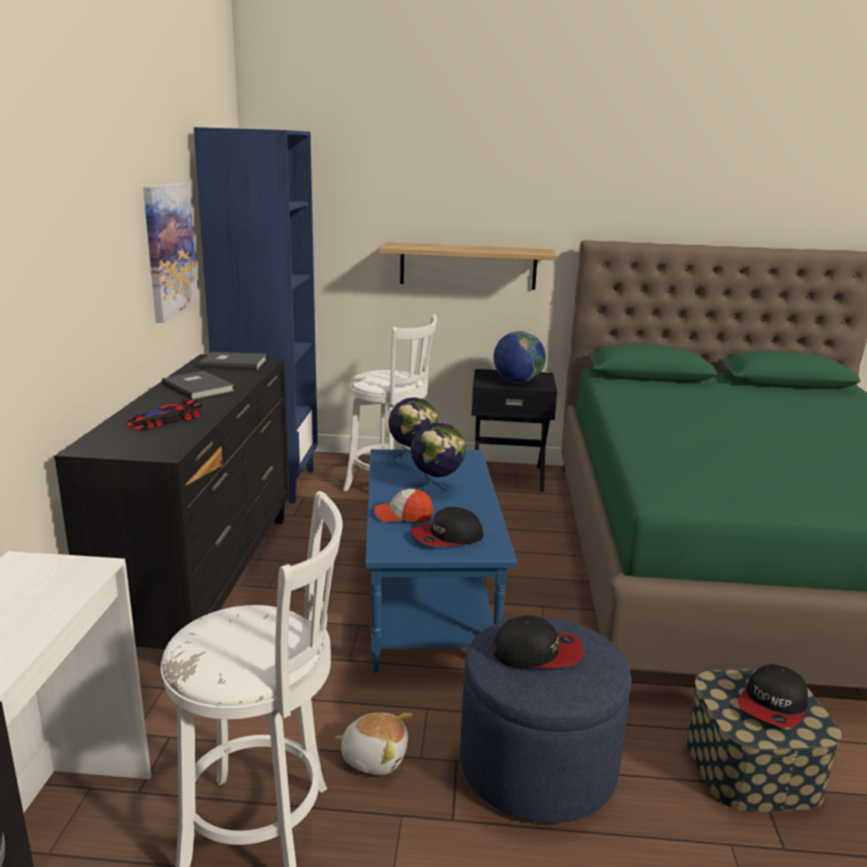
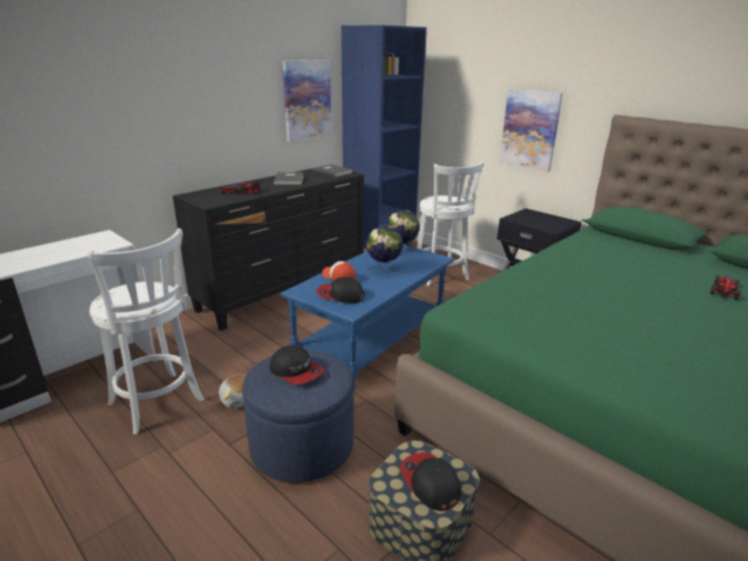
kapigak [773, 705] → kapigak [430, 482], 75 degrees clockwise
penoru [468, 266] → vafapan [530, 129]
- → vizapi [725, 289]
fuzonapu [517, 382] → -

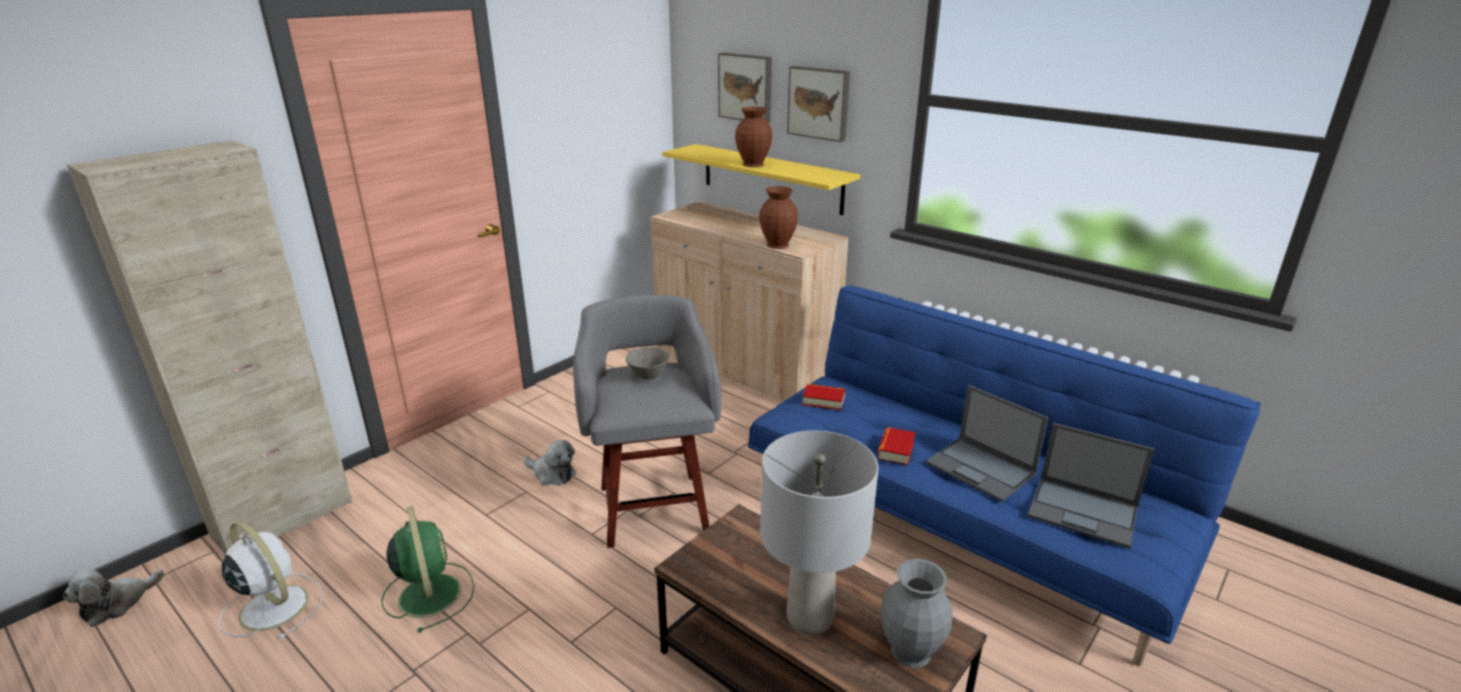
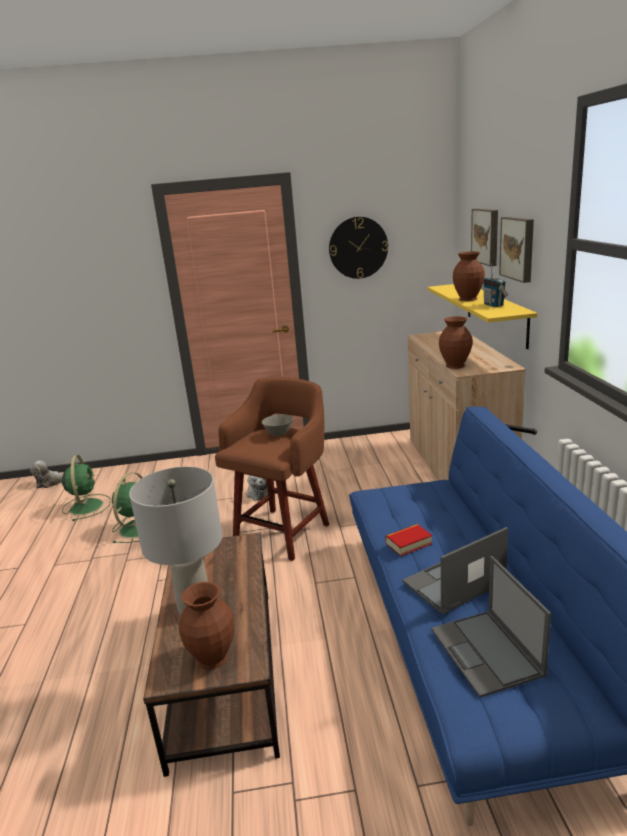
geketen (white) [273, 606] → geketen (green) [86, 506]
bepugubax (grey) [910, 653] → bepugubax (brown) [211, 658]
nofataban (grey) [653, 506] → nofataban (brown) [283, 531]
- → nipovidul [358, 248]
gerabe [981, 469] → gerabe [453, 583], 60 degrees clockwise
- → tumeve [494, 305]
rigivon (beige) [284, 519] → -
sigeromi [823, 401] → -

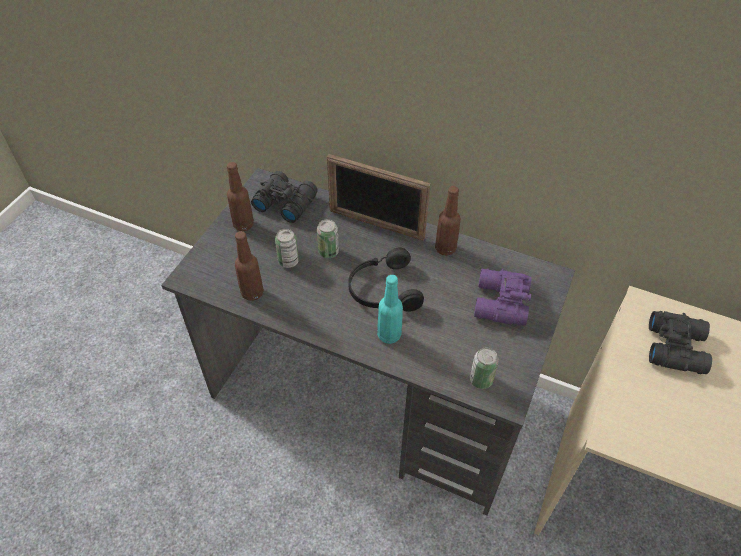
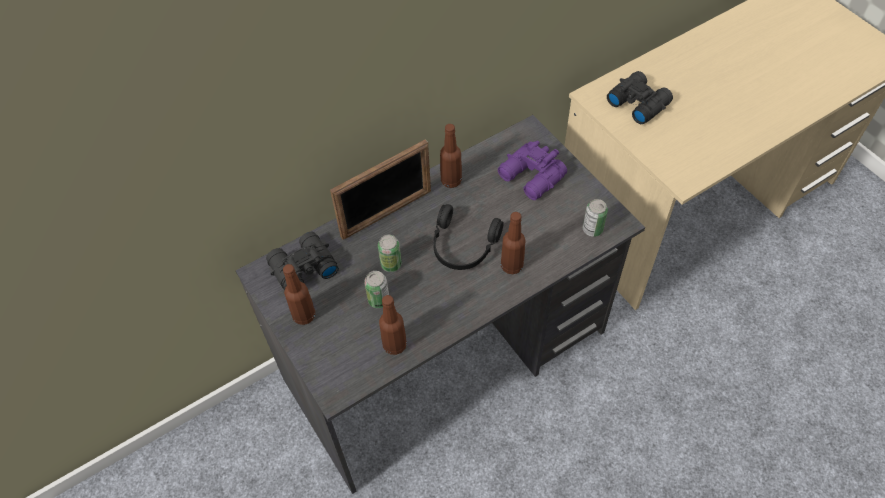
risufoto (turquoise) [389, 335] → risufoto (brown) [511, 266]

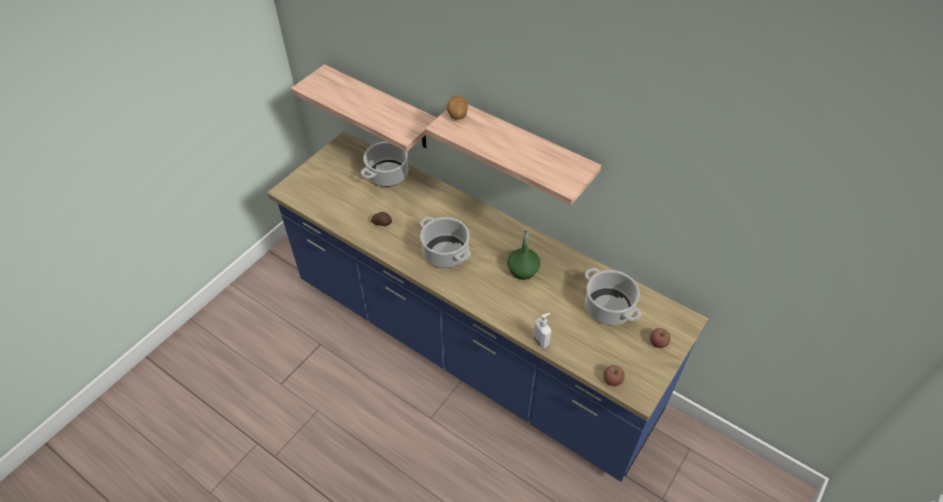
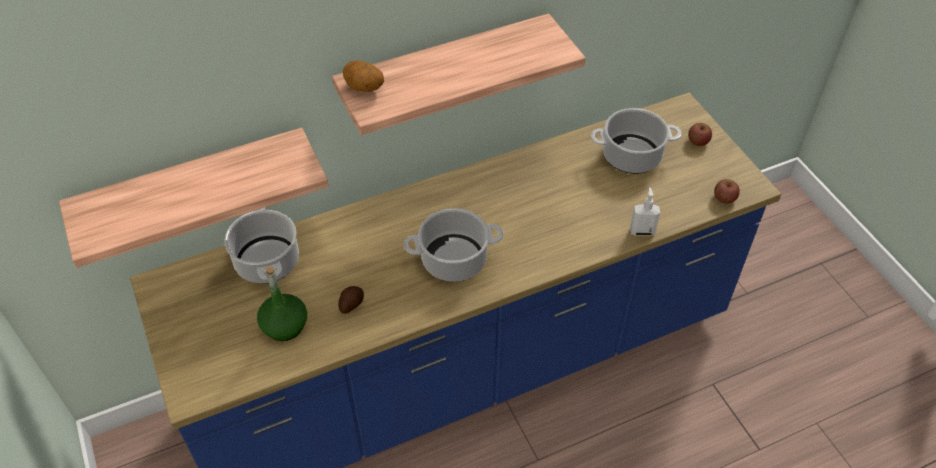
risufoto (green) [523, 270] → risufoto (green) [285, 326], relocated

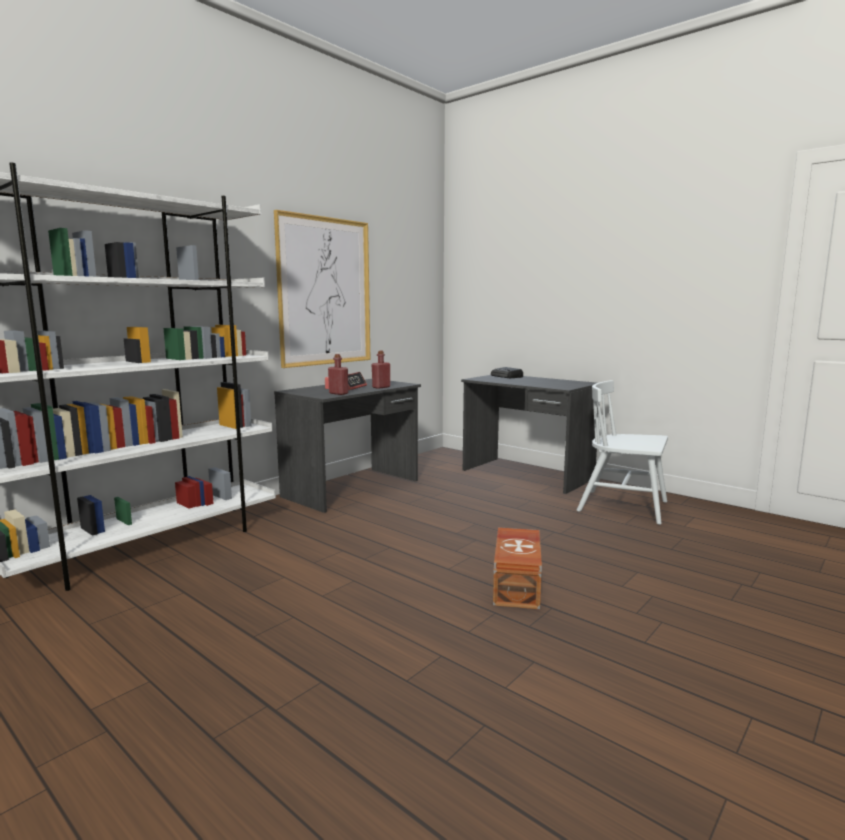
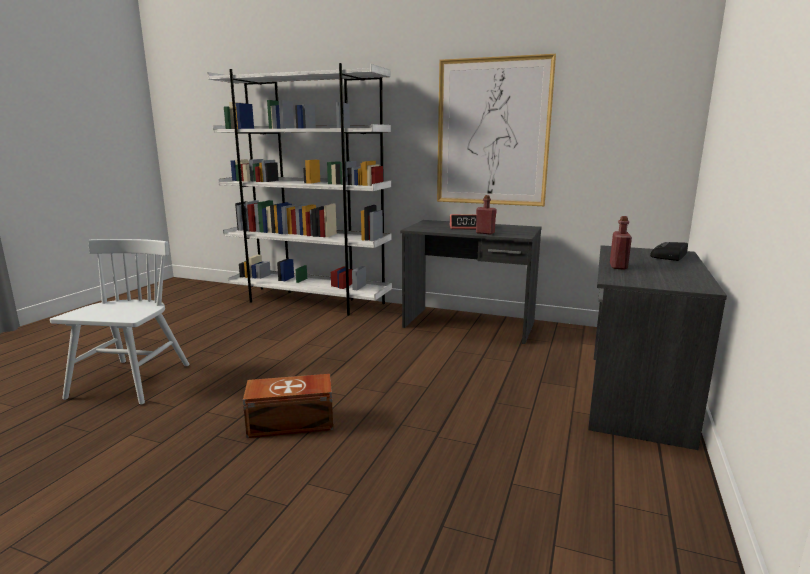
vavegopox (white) [623, 507] → vavegopox (white) [130, 381], relocated
risufoto (red) [338, 393] → risufoto (red) [618, 266], relocated

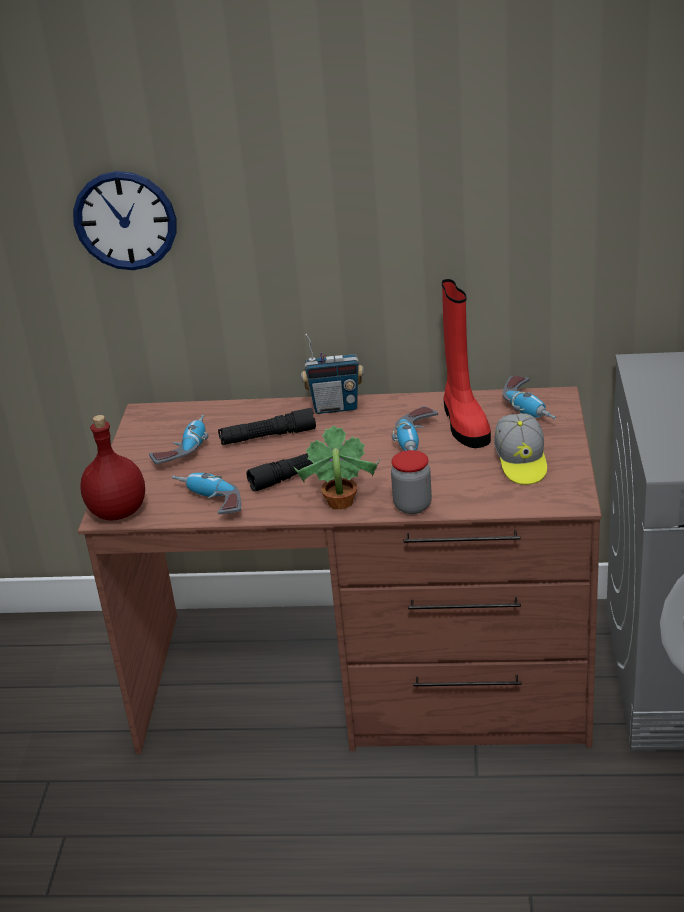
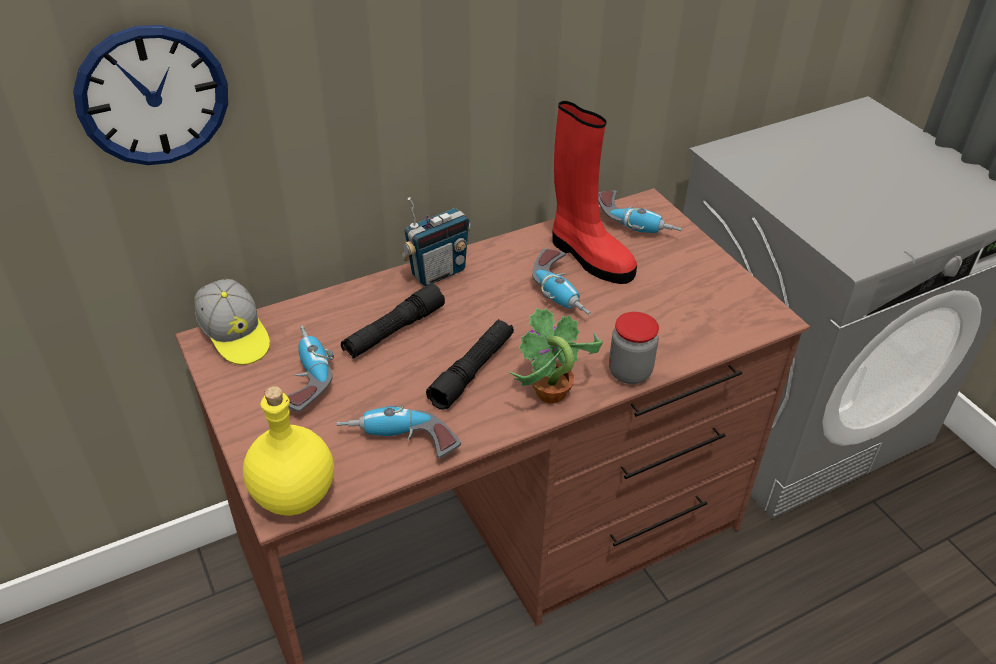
kapigak [521, 462] → kapigak [235, 335], relocated
risufoto (red) [119, 512] → risufoto (yellow) [295, 494]

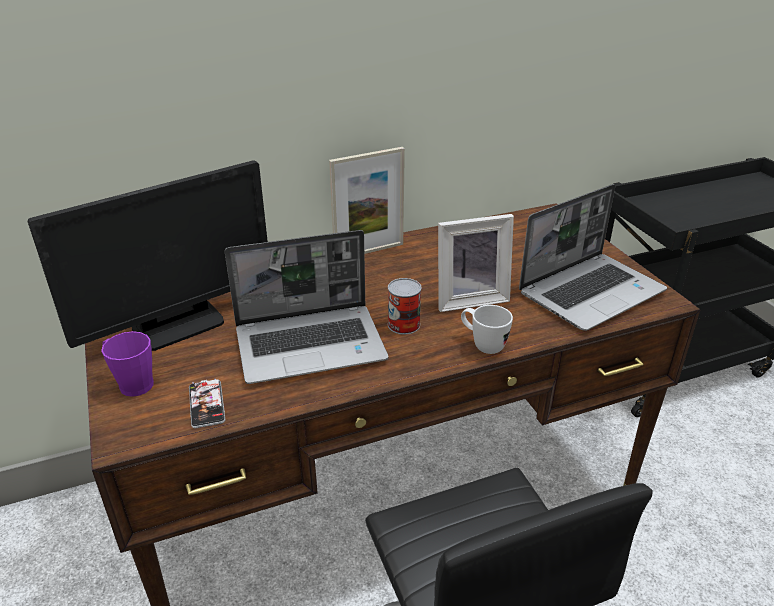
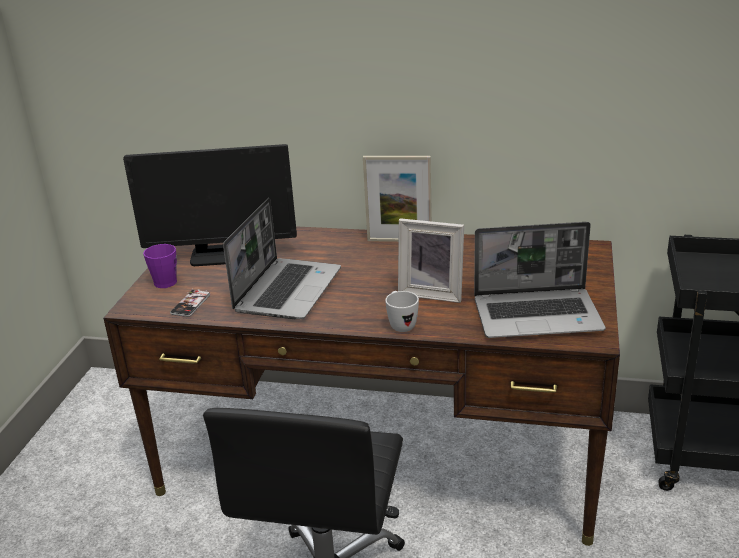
gerabe [312, 344] → gerabe [287, 290], 90 degrees counterclockwise
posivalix [403, 324] → -

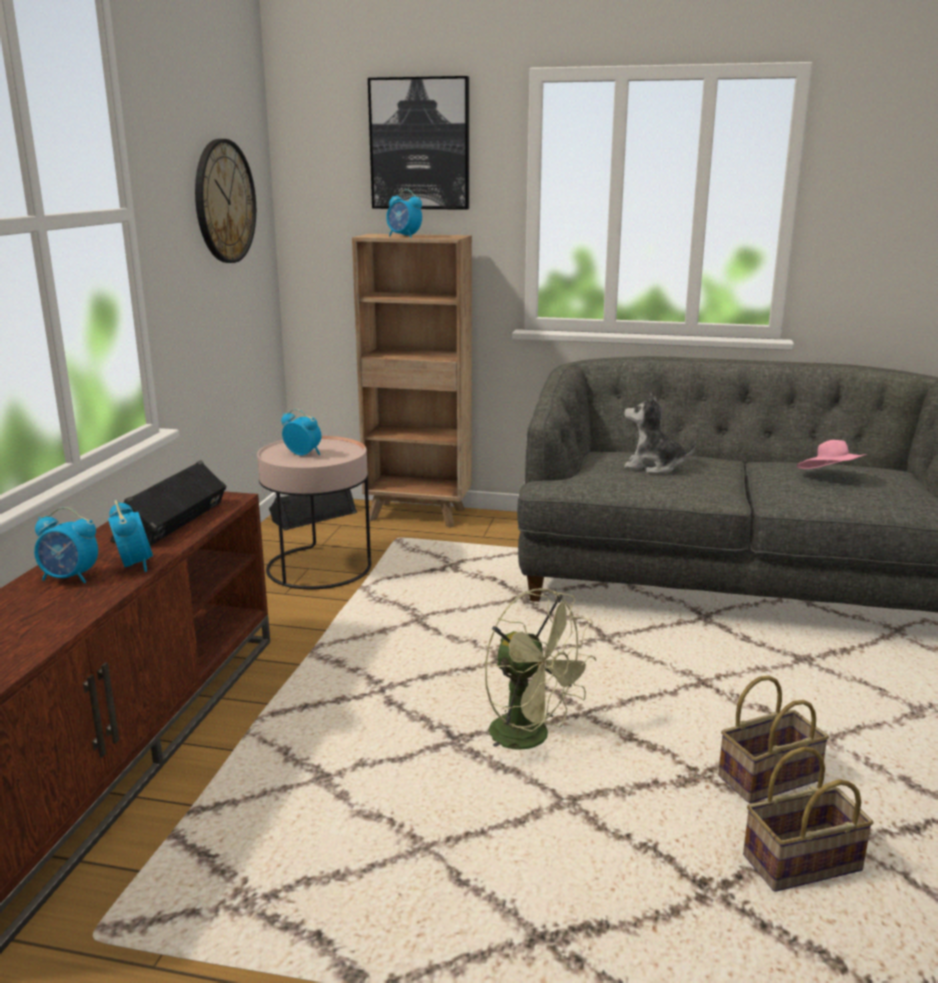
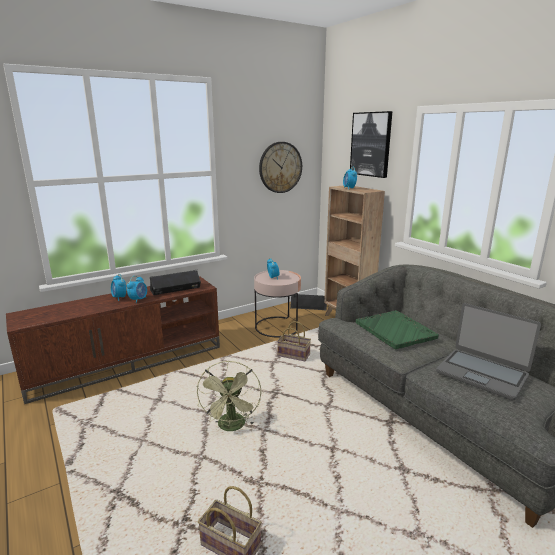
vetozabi [769, 777] → vetozabi [294, 355], relocated
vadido [653, 467] → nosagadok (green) [395, 331]
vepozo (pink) [830, 477] → gerabe [482, 373]

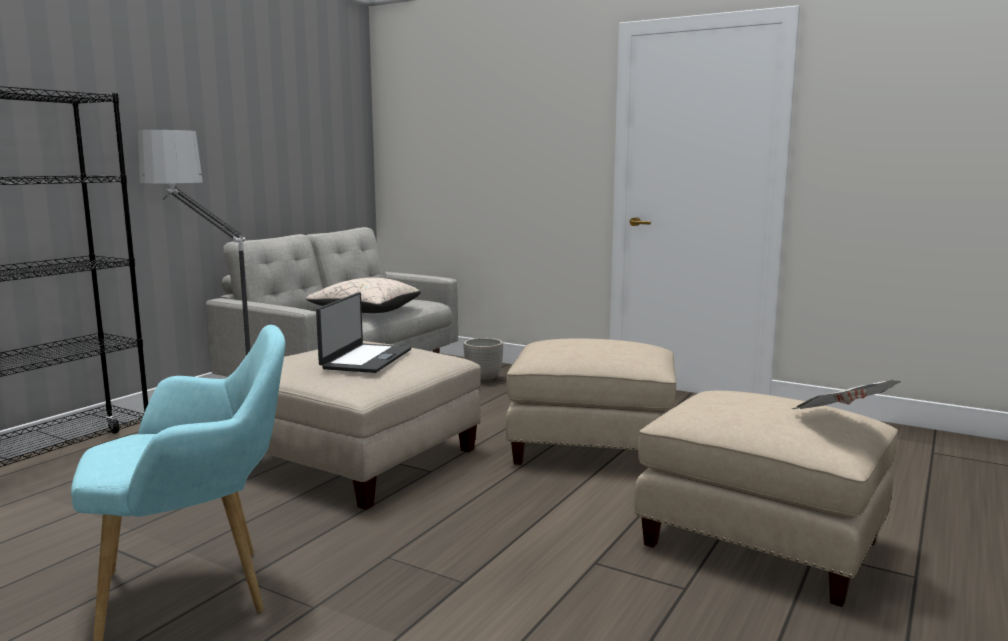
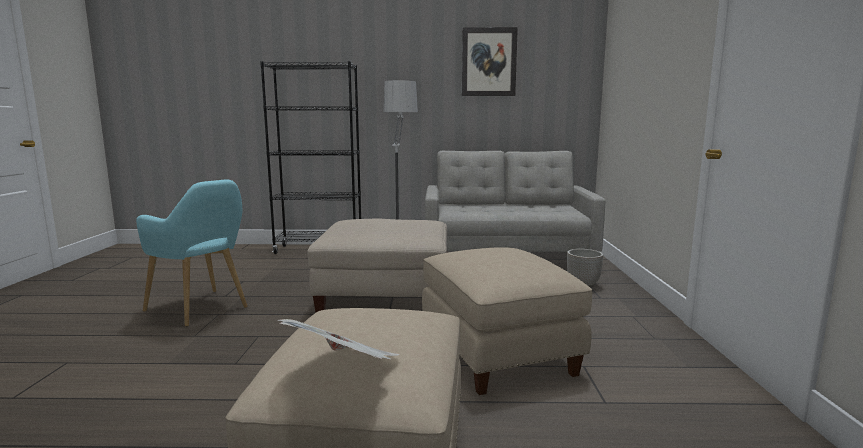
- → vafapan [489, 62]
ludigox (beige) [365, 312] → -
gerabe [366, 359] → -

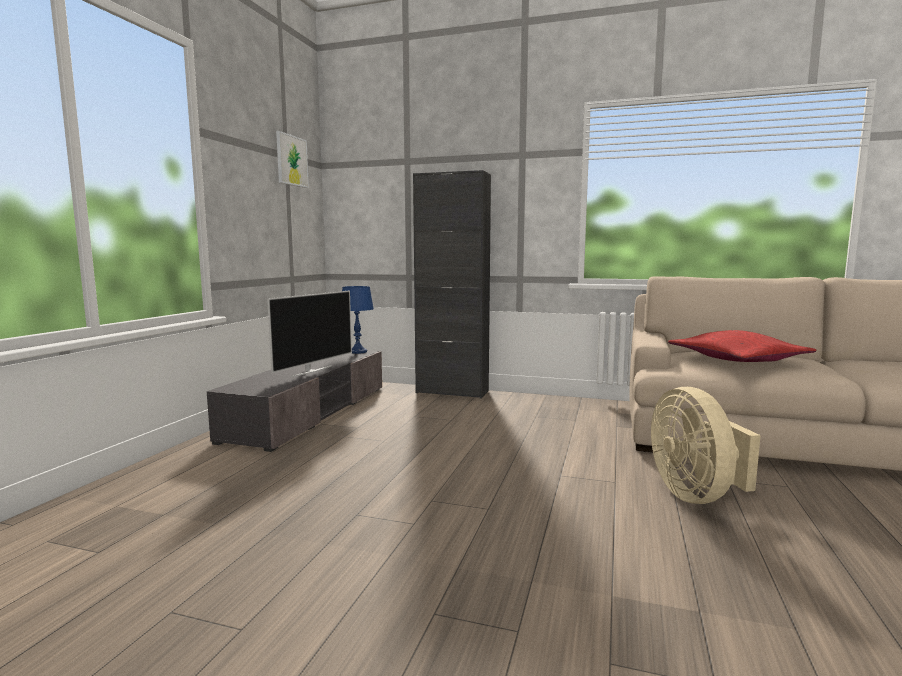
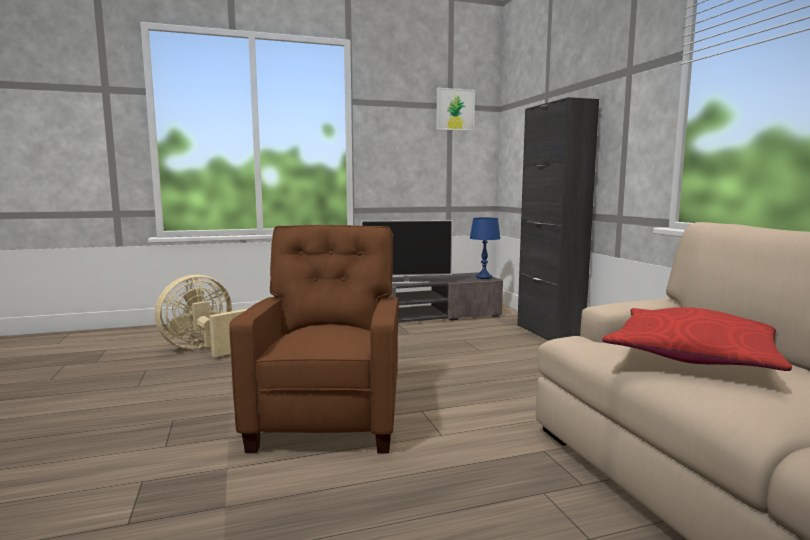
geketen (beige) [696, 495] → geketen (beige) [204, 349], relocated
- → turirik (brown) [329, 418]

